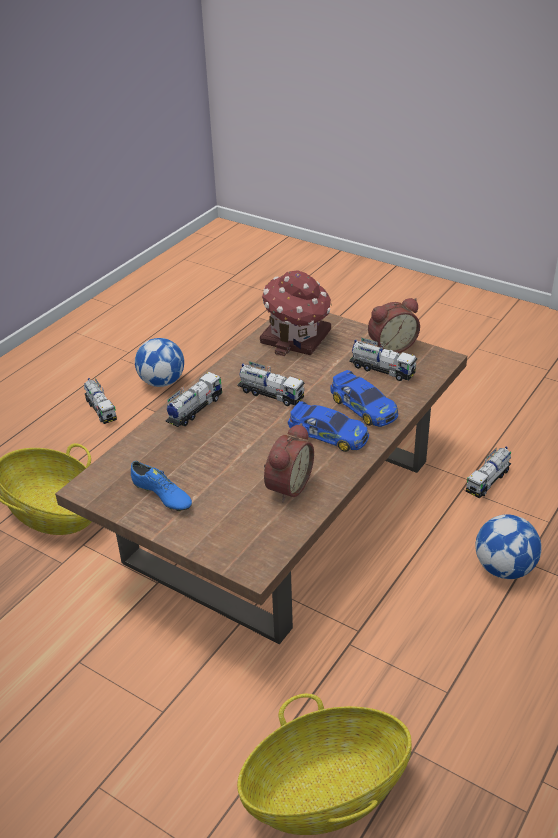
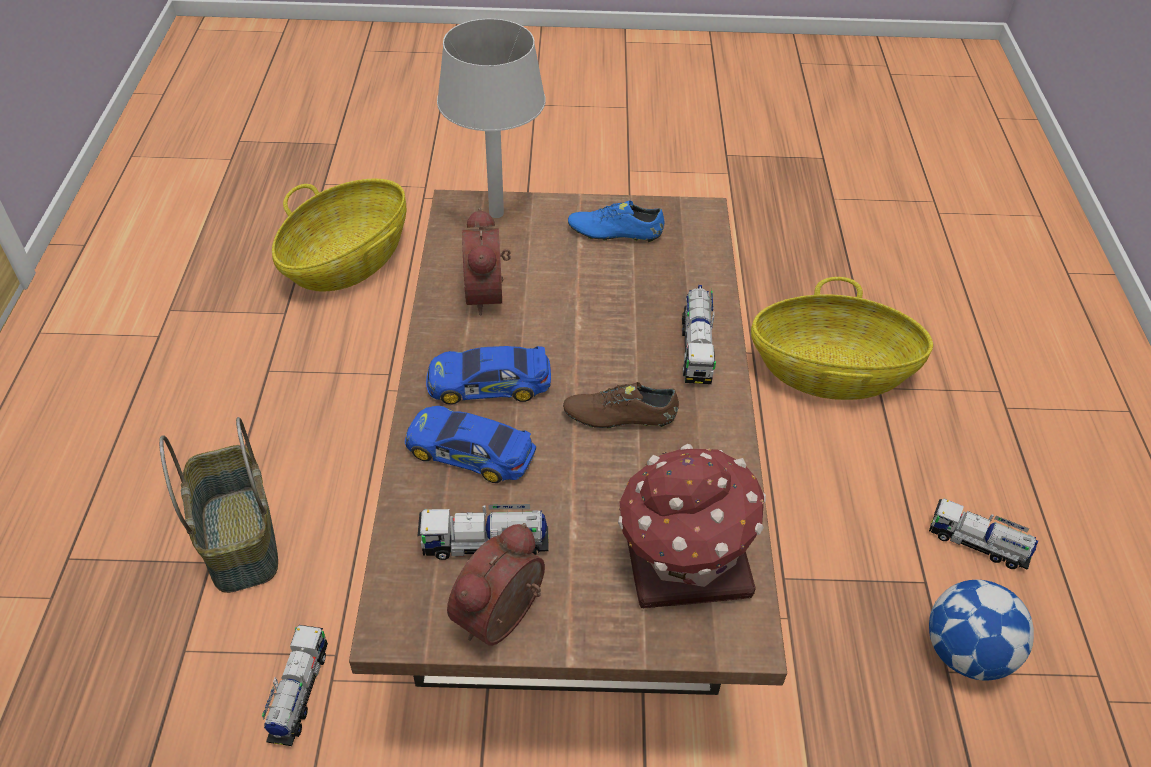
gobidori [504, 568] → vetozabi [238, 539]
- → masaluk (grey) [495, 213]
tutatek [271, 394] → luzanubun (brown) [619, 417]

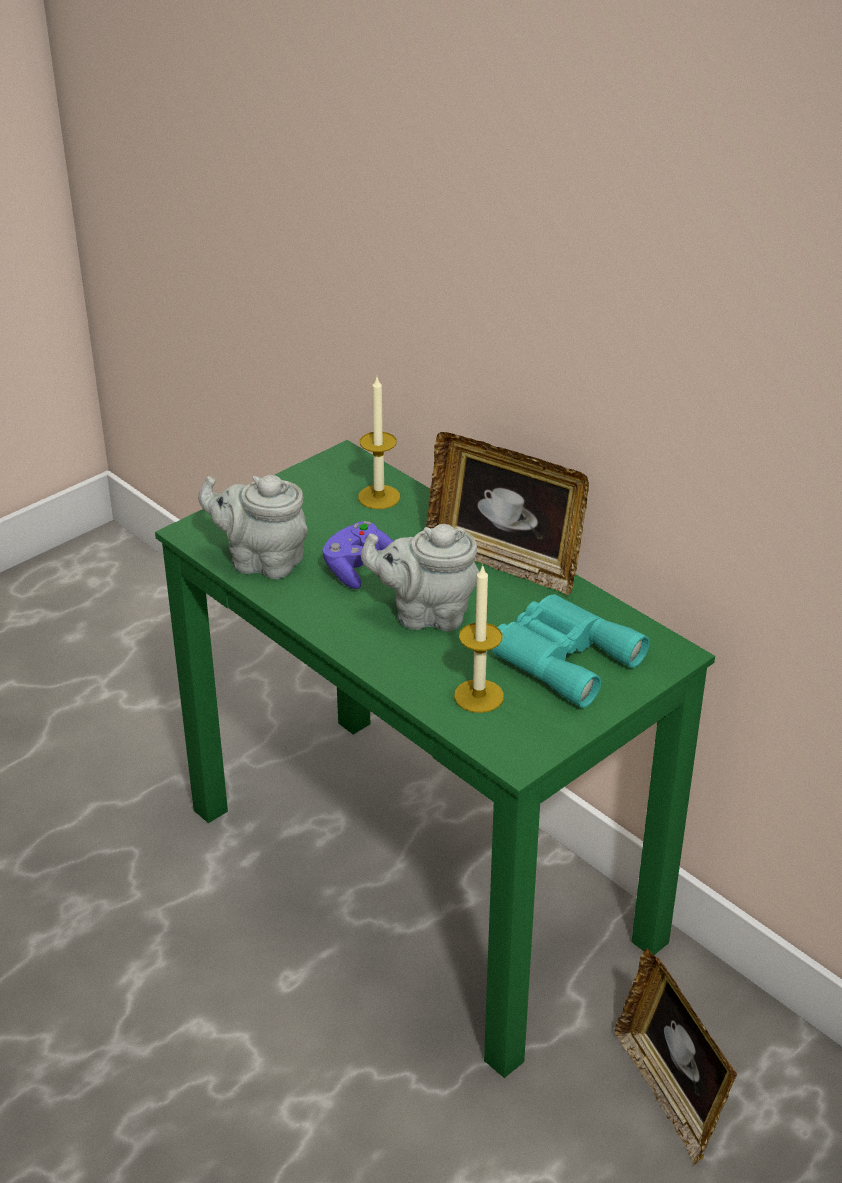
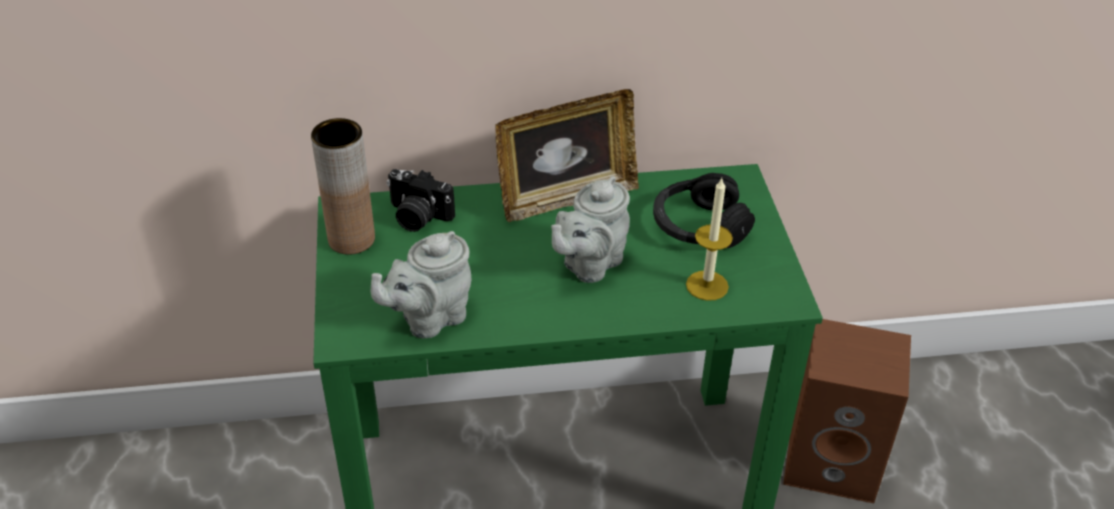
- → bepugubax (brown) [351, 239]
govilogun [379, 497] → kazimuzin [417, 217]
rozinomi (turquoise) [561, 656] → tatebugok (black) [698, 226]
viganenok [669, 1092] → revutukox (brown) [834, 461]
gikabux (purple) [358, 568] → -

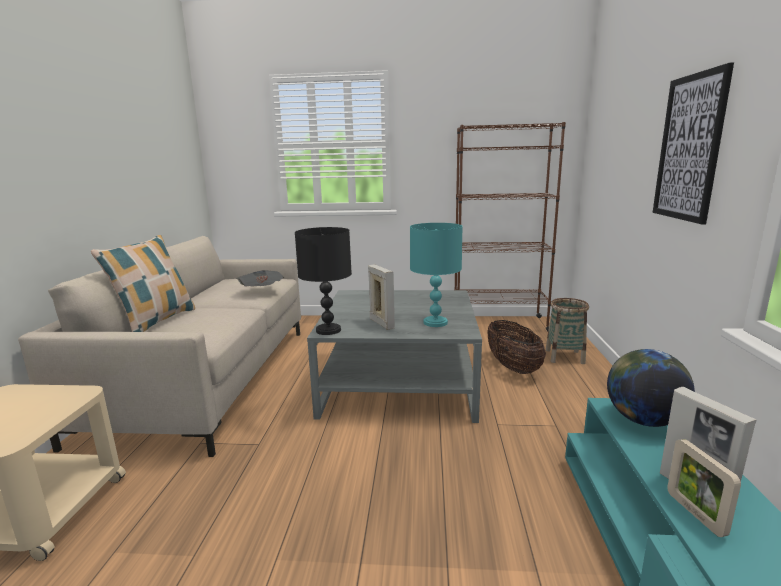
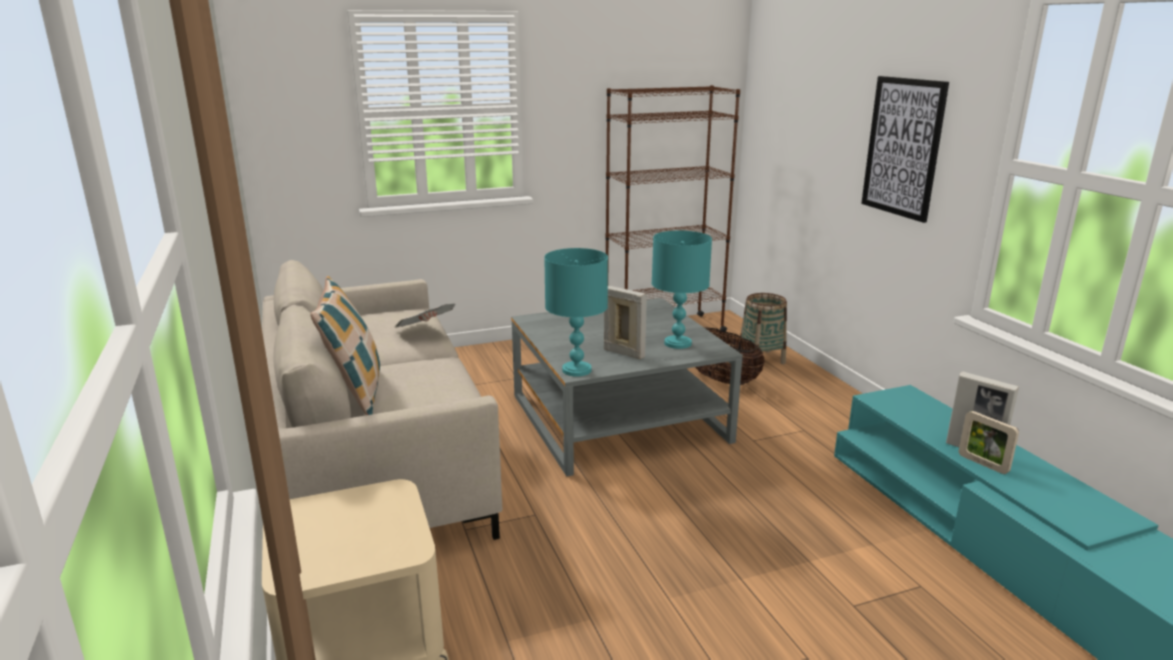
masaluk (black) [328, 330] → masaluk (turquoise) [576, 370]
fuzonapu [643, 420] → -

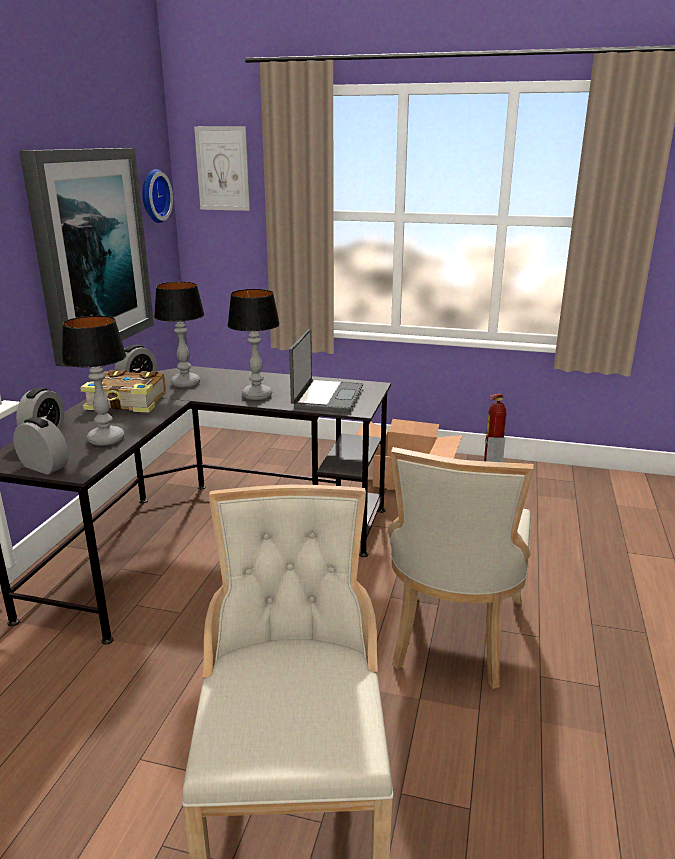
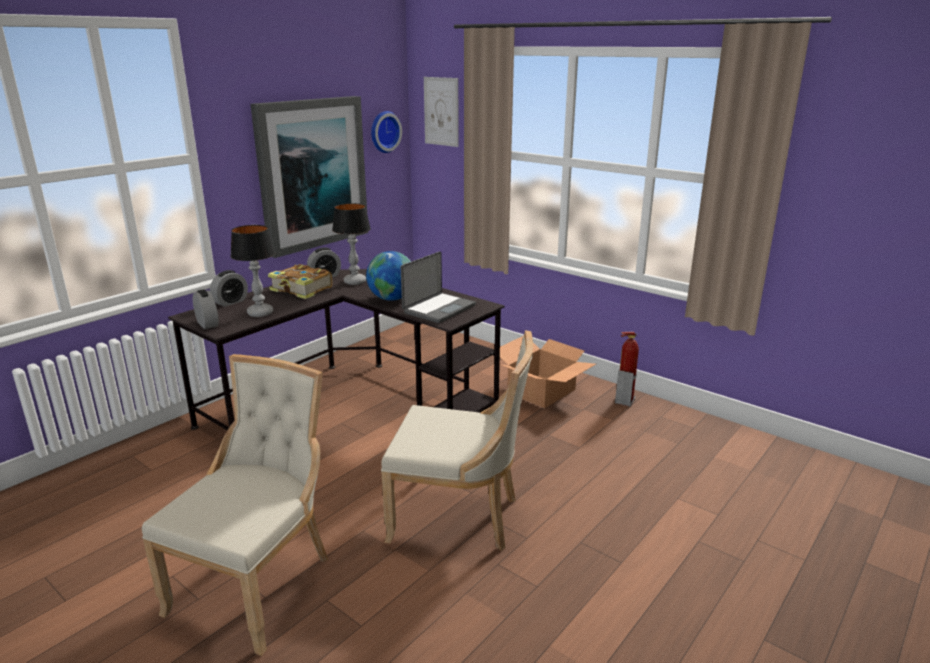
masaluk [257, 395] → fuzonapu [392, 299]
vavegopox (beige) [452, 636] → vavegopox (beige) [459, 517], 120 degrees counterclockwise

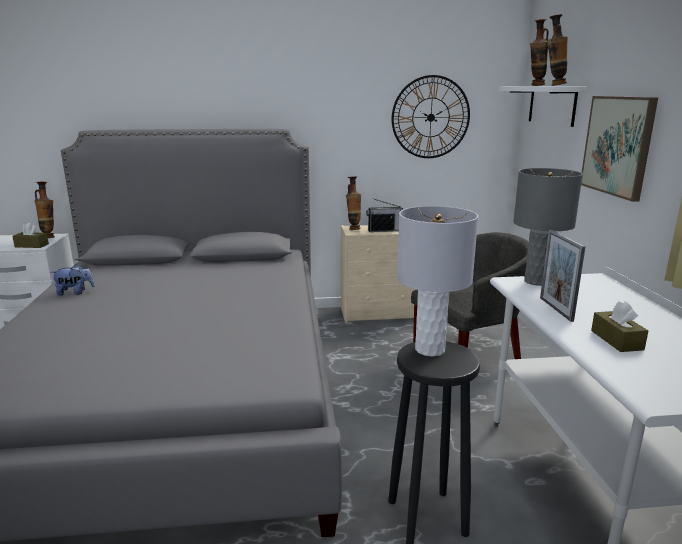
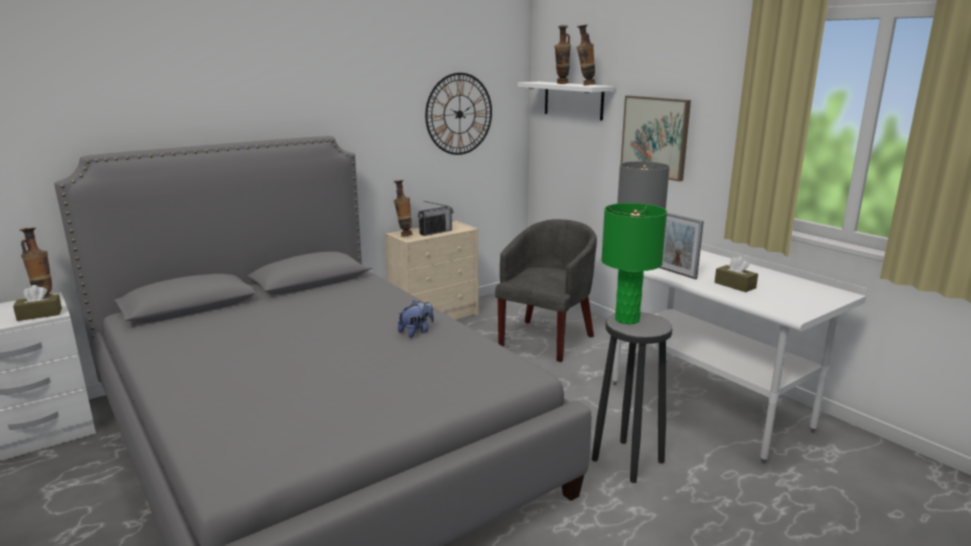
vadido [75, 292] → vadido [416, 332], relocated
masaluk (grey) [430, 350] → masaluk (green) [627, 319]

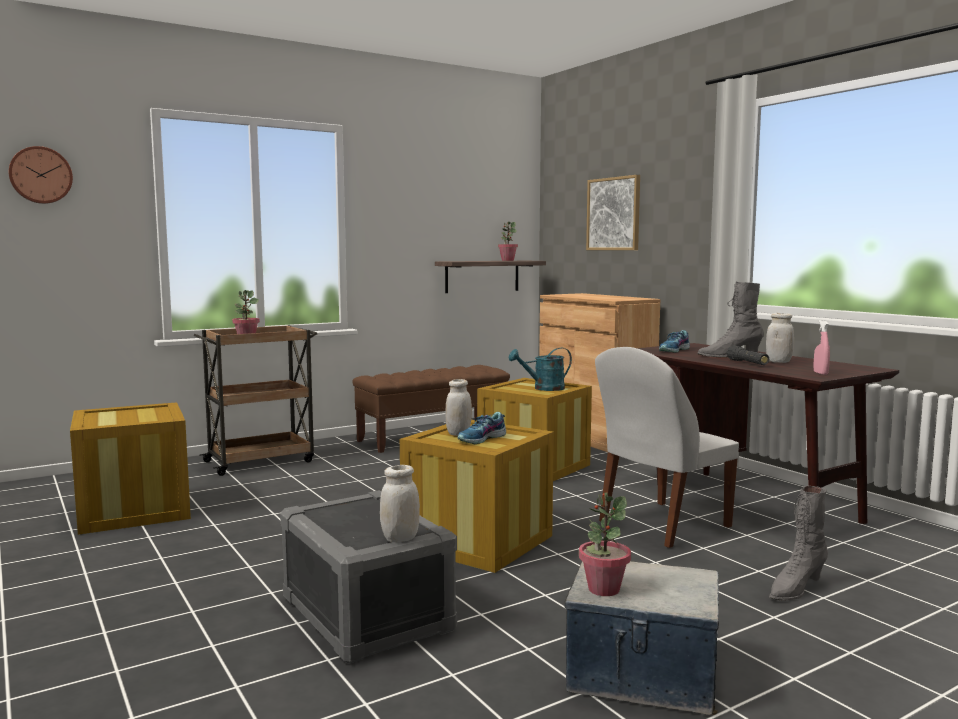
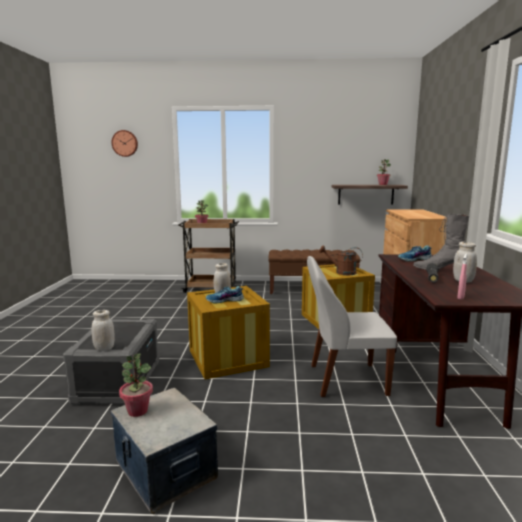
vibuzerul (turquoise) [543, 388] → vibuzerul (brown) [341, 272]
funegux [134, 510] → -
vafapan [614, 214] → -
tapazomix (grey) [795, 589] → -

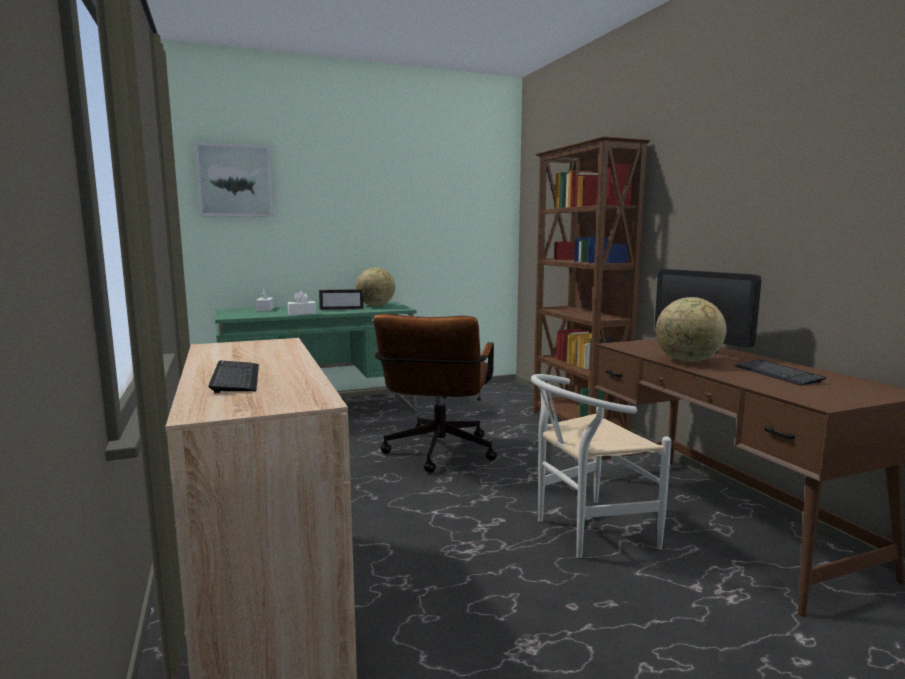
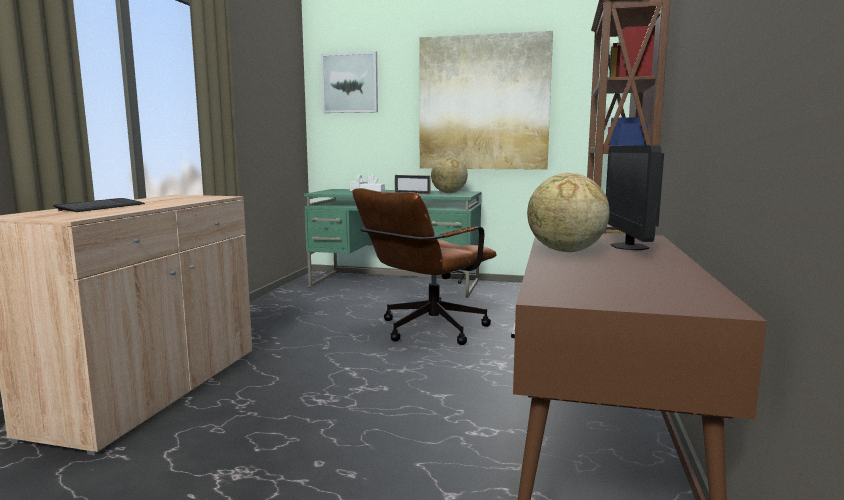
- → vafapan [483, 103]
vavegopox (white) [585, 531] → -
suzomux [777, 374] → -

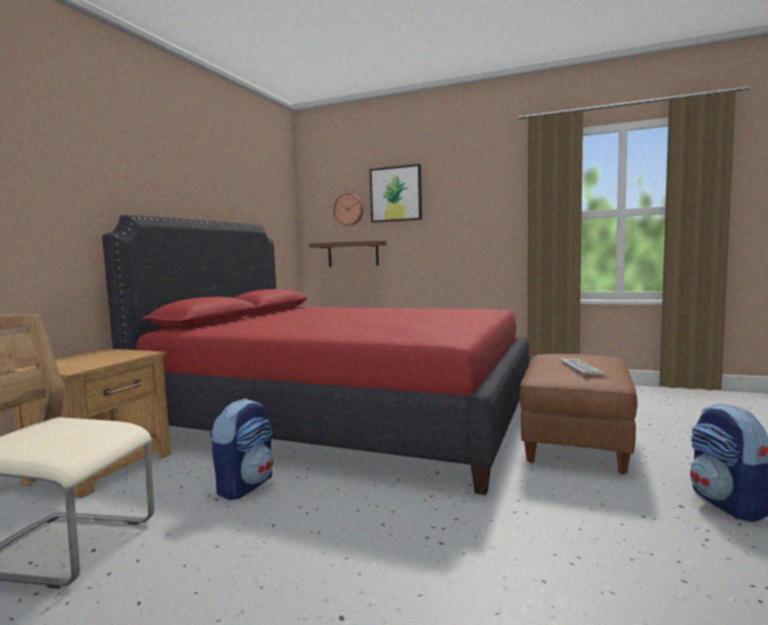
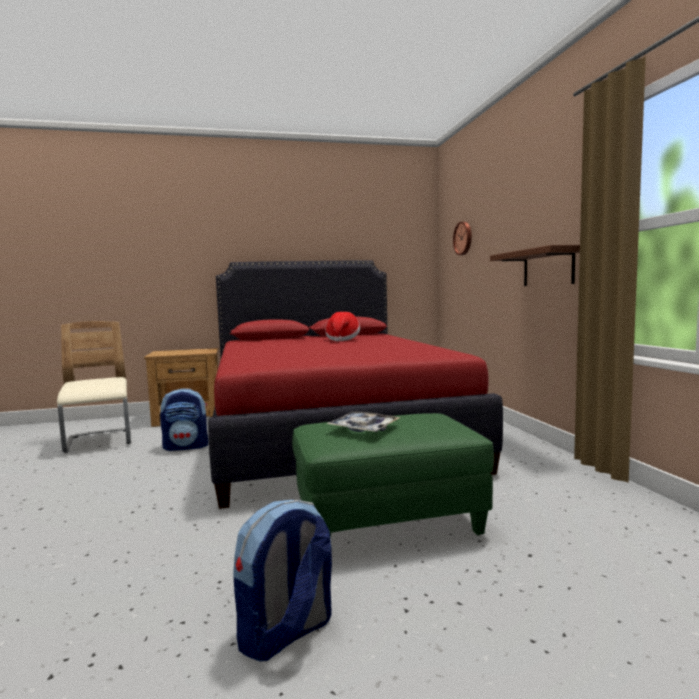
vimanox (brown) [574, 442] → vimanox (green) [388, 521]
- → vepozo [342, 339]
suzomux [581, 368] → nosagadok [363, 428]
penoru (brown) [353, 254] → penoru (brown) [548, 267], relocated
vafapan [396, 194] → -

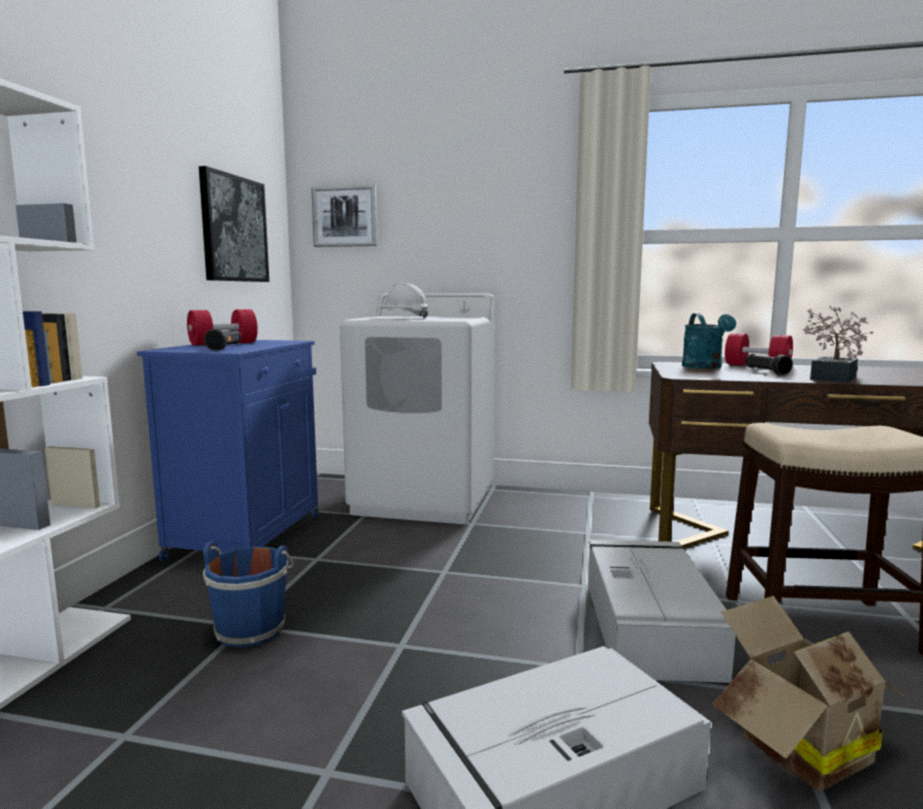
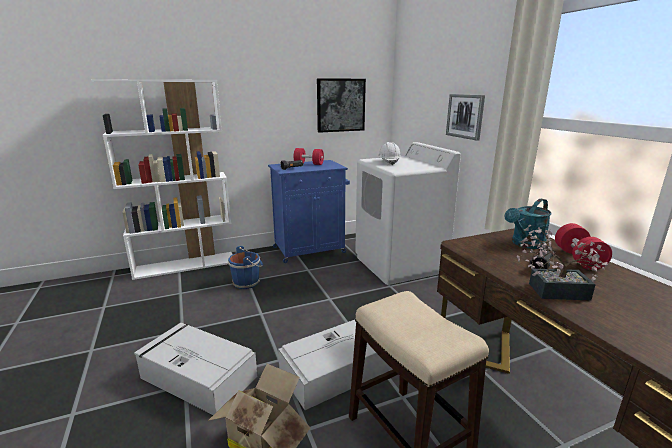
vafapan [345, 216] → vafapan [465, 116], relocated

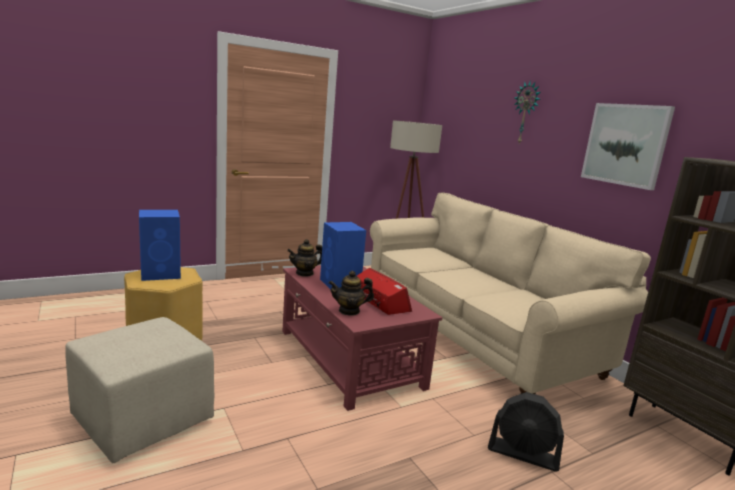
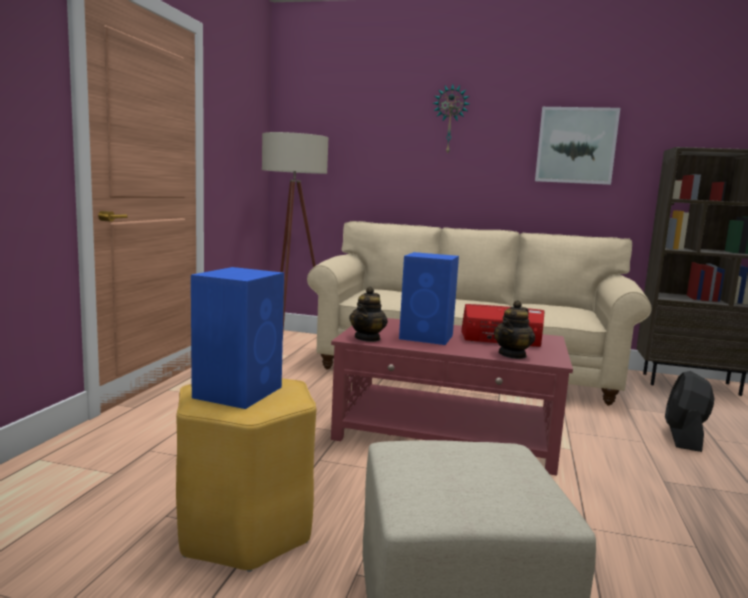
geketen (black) [523, 454] → geketen (black) [684, 437], 135 degrees clockwise

